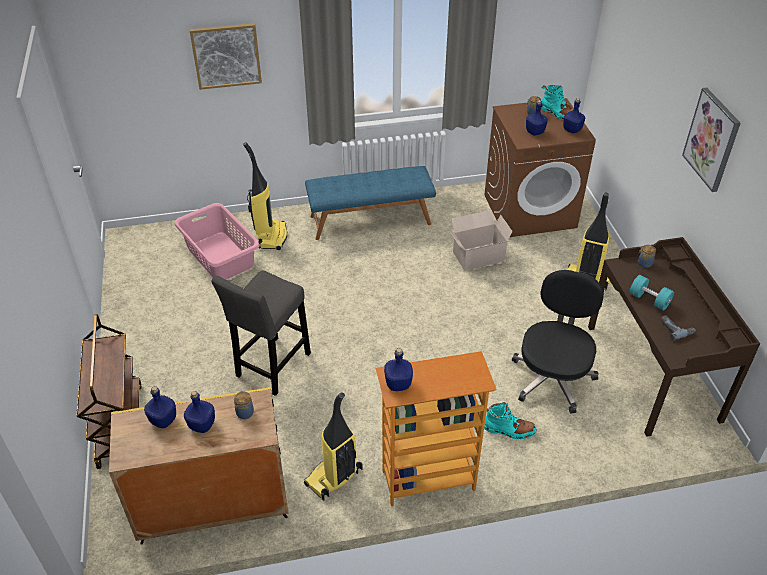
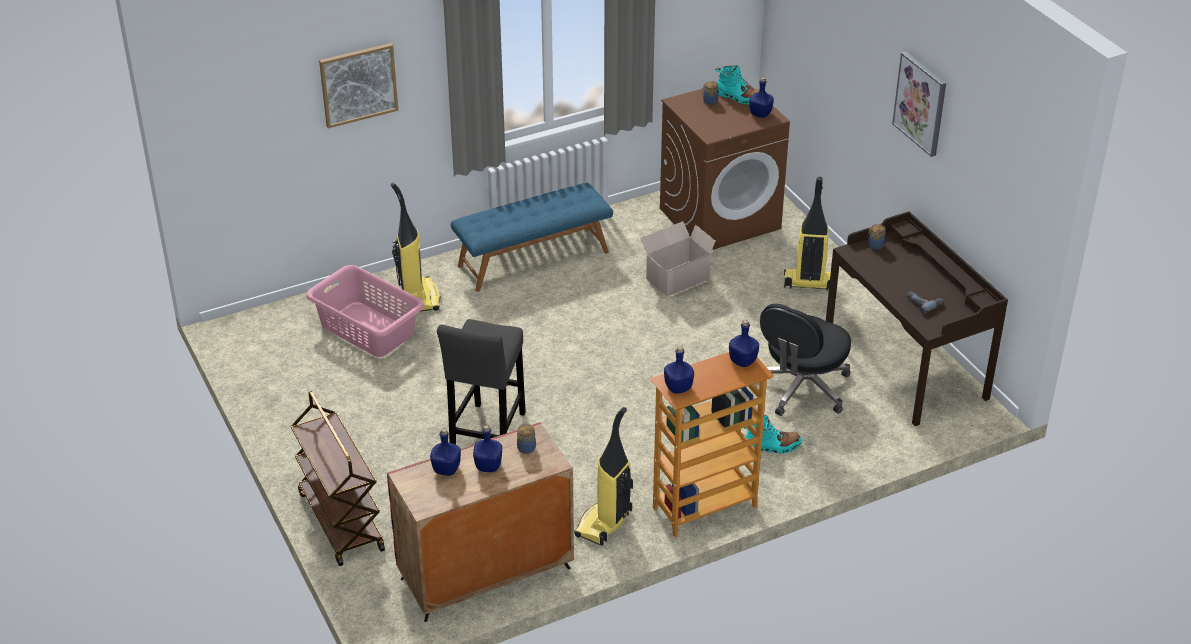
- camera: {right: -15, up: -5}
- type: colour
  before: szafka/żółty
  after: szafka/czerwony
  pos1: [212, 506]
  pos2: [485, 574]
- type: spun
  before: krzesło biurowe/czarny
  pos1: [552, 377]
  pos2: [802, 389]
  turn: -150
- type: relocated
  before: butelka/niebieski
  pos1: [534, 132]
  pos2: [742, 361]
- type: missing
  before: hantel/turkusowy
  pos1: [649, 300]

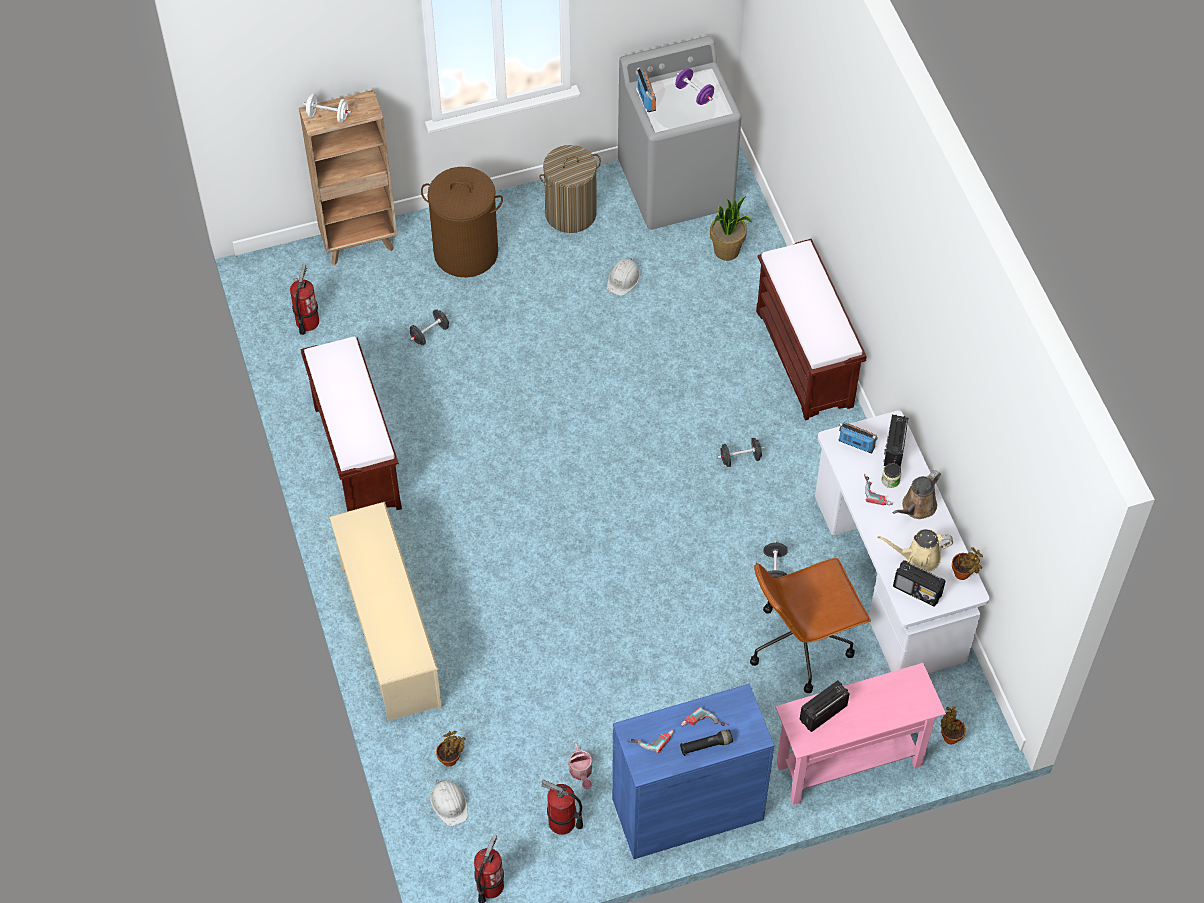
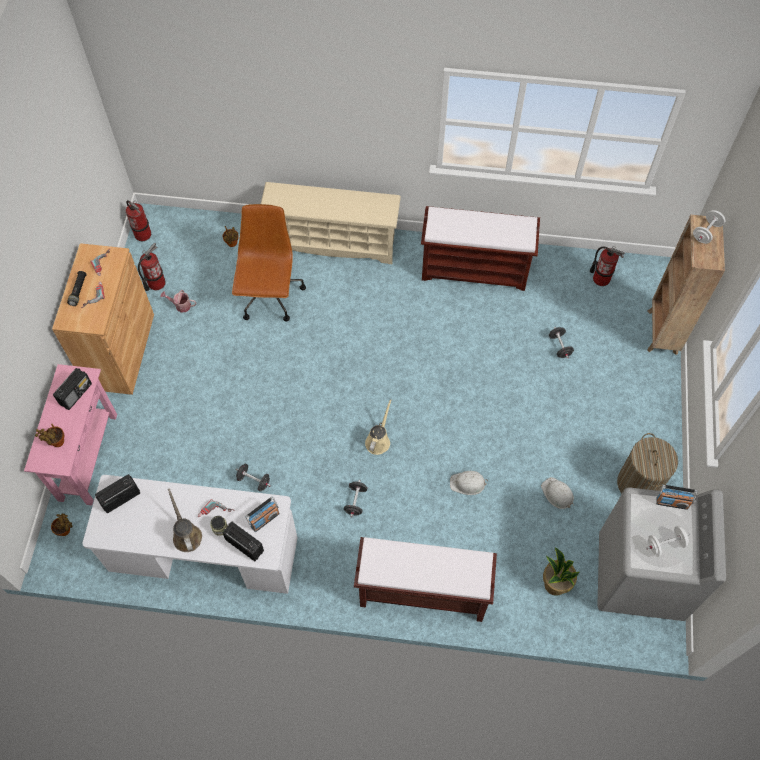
- camera: {right: 115, up: 5}
- type: missing
  before: kosz na pranie/brązowy
  pos1: [466, 252]
- type: relocated
  before: kask/biały
  pos1: [449, 803]
  pos2: [468, 483]
- type: colour
  before: szafka/niebieski
  after: szafka/brązowy
  pos1: [687, 809]
  pos2: [121, 351]
- type: colour
  before: hantel/fioletowy
  after: hantel/biały
  pos1: [694, 94]
  pos2: [665, 544]
- type: relocated
  before: krzesło biurowe/brązowy
  pos1: [801, 644]
  pos2: [269, 296]
- type: spun
  before: radio
  pos1: [822, 713]
  pos2: [76, 393]
  turn: 45
- type: relocated
  before: konewka/beżowy
  pos1: [918, 557]
  pos2: [378, 440]
- type: relocated
  before: roślina doniczkowa
  pos1: [963, 574]
  pos2: [56, 442]

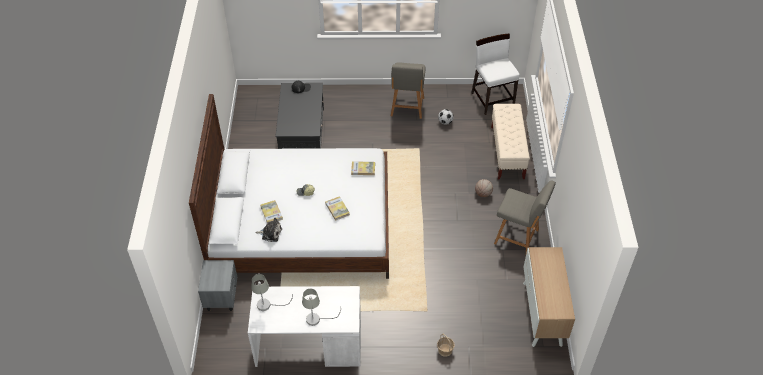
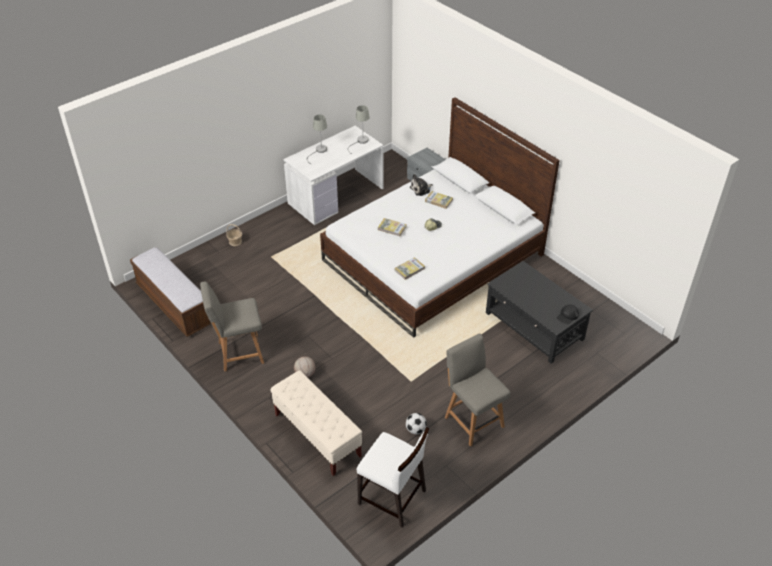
- camera: {right: 140, up: -5}
- type: exchanged
  before: szafka
  after: ławka
  pos1: [542, 314]
  pos2: [174, 305]

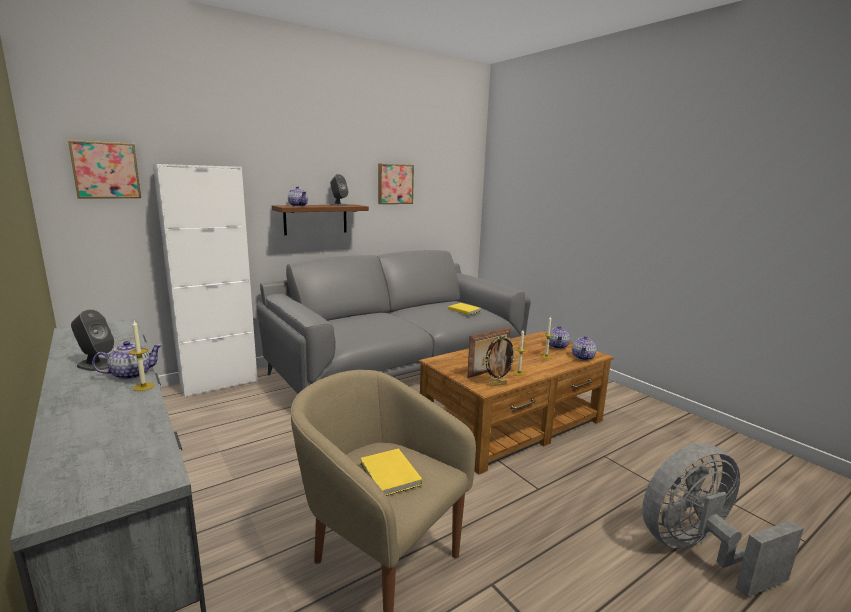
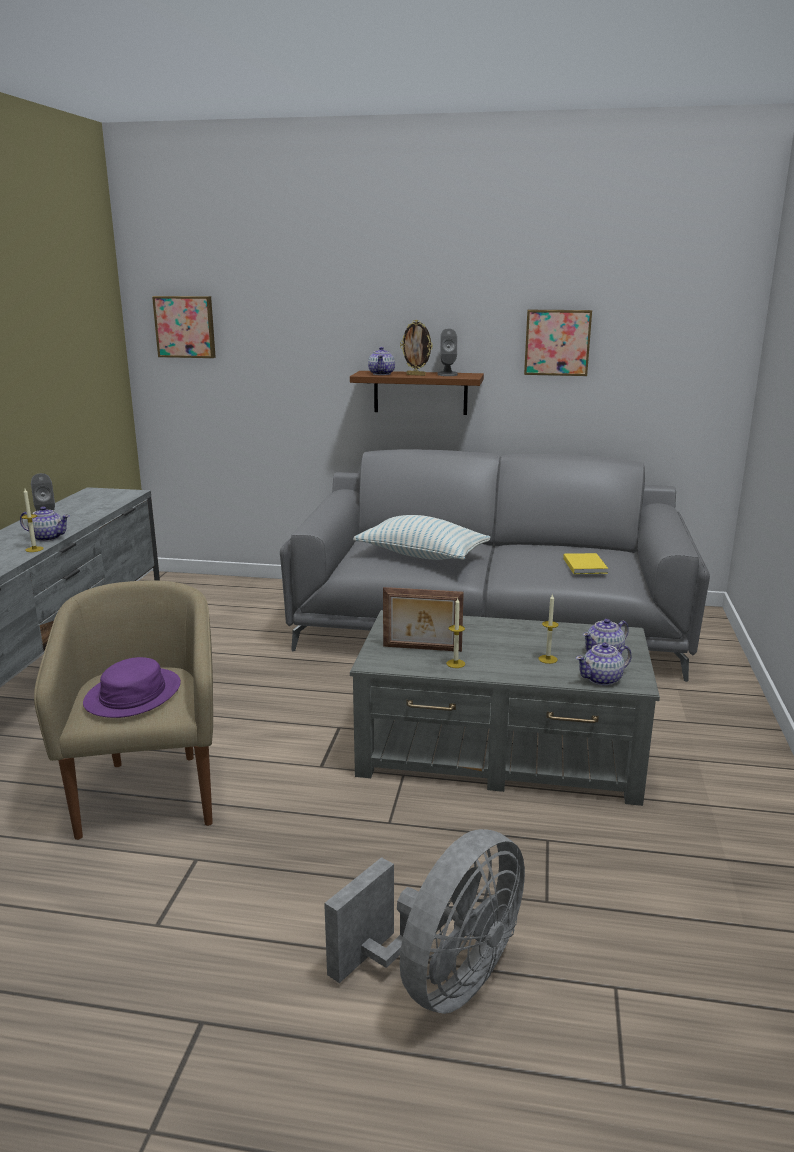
- camera: {right: 45, up: 5}
- type: missing
  before: szafka/biały
  pos1: [219, 383]
- type: exchanged
  before: książka/żółty
  after: kapelusz/fioletowy
  pos1: [389, 475]
  pos2: [133, 694]
- type: colour
  before: ława/brązowy
  after: ława/szary
  pos1: [514, 424]
  pos2: [500, 751]
- type: relocated
  before: ramka na zdjęcie
  pos1: [497, 384]
  pos2: [416, 375]
- type: spun
  before: wentylator/szary
  pos1: [697, 551]
  pos2: [440, 980]
  turn: 105
- type: appeared
  after: poduszka
  pos2: [422, 555]

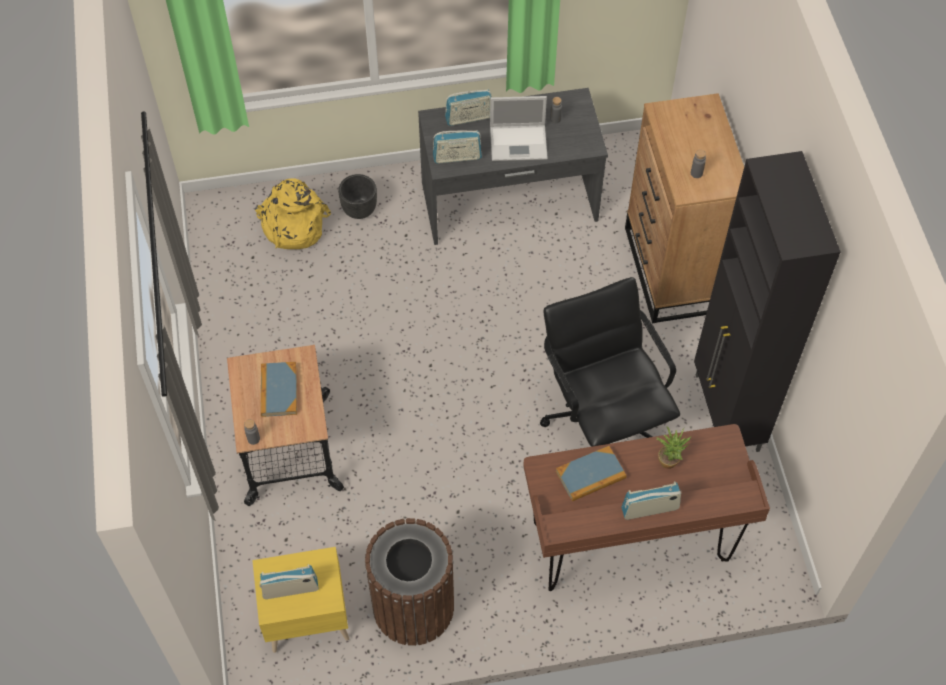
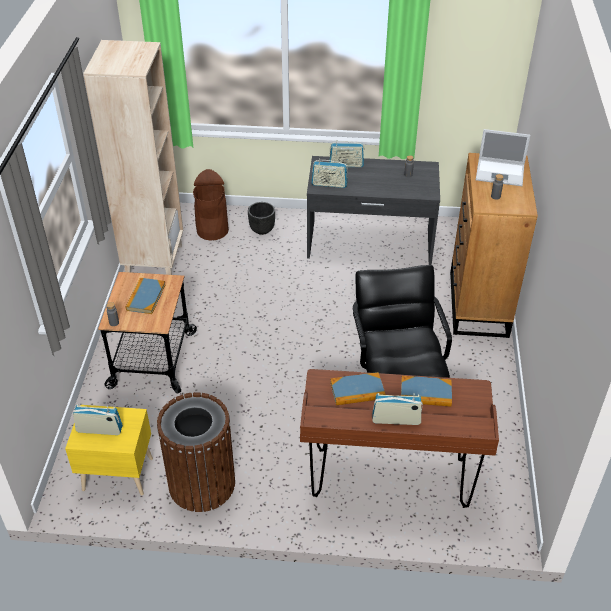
- camera: {right: 15, up: -15}
- type: exchanged
  before: plecak/żółty
  after: kosz na śmieci/brązowy
  pos1: [292, 225]
  pos2: [212, 230]
- type: relocated
  before: laptop
  pos1: [519, 142]
  pos2: [501, 173]
- type: exchanged
  before: roślina doniczkowa
  after: książka
  pos1: [669, 459]
  pos2: [425, 393]
- type: missing
  before: szafka/czarny
  pos1: [726, 414]
- type: appeared
  after: regał/beżowy
  pos2: [154, 261]

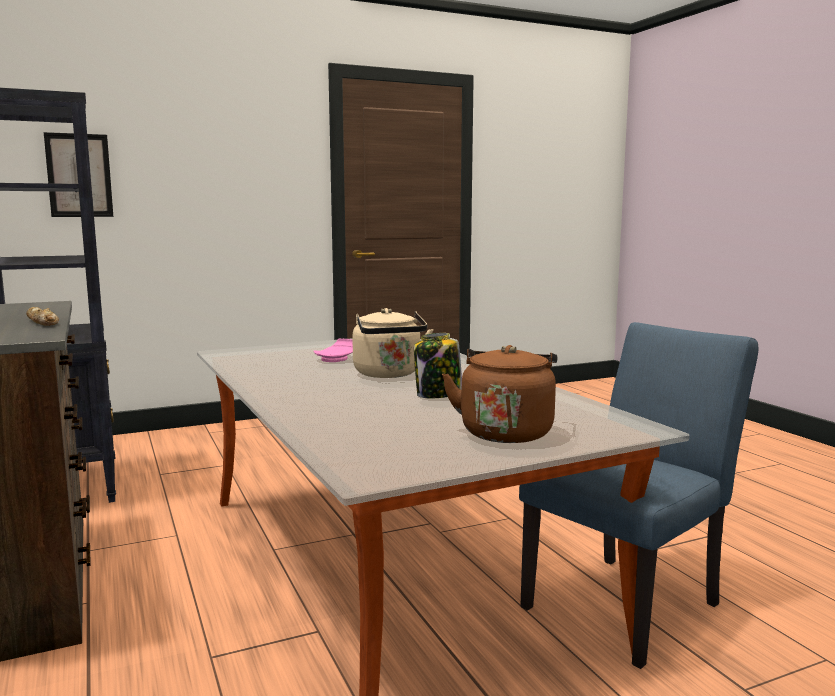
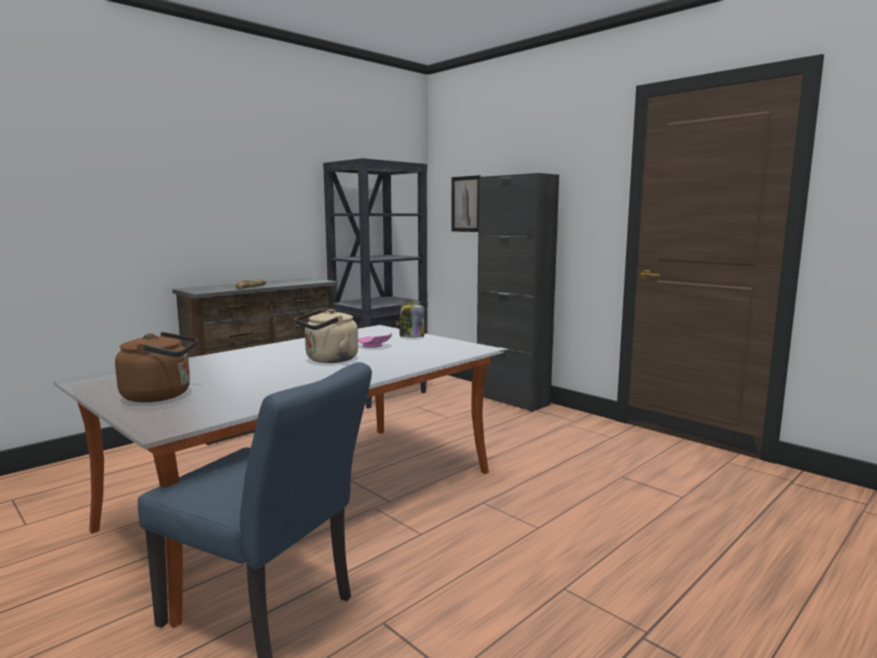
- camera: {right: 70, up: 0}
- type: relocated
  before: słoik
  pos1: [438, 395]
  pos2: [411, 336]
- type: appeared
  after: szafka/czarny
  pos2: [512, 400]

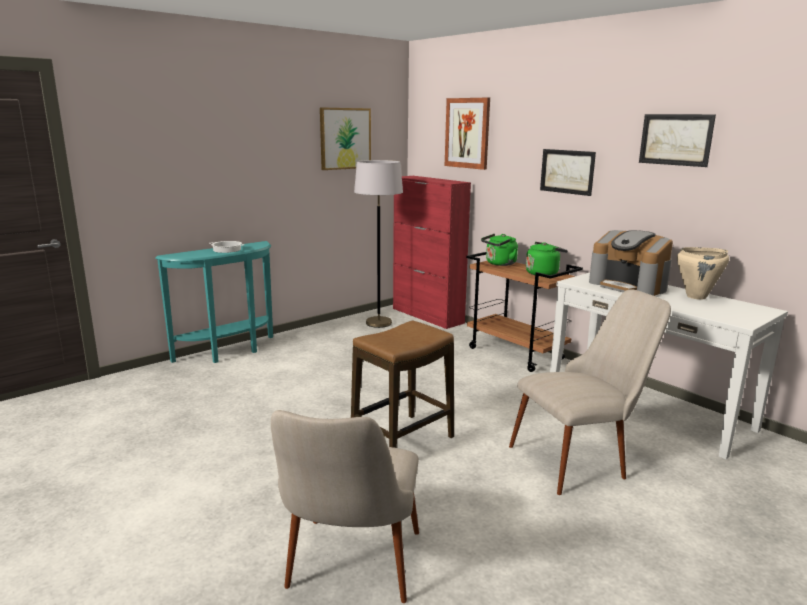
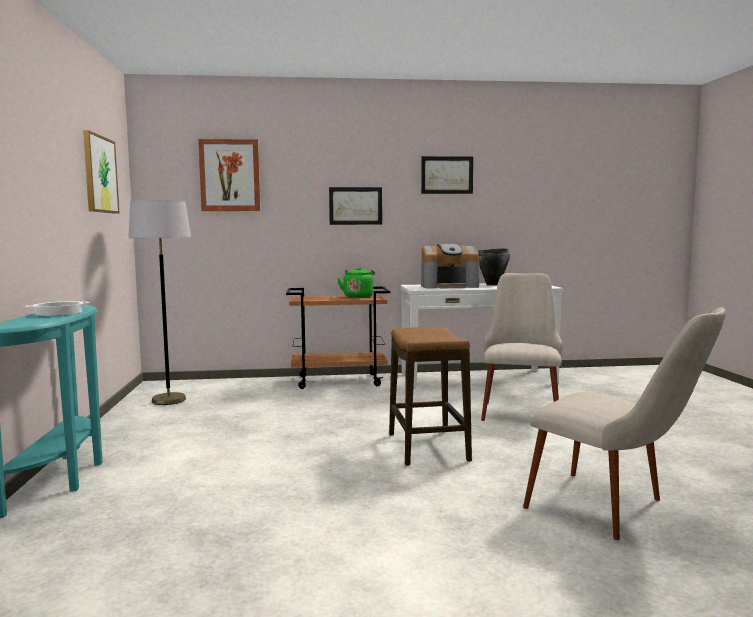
- camera: {right: -55, up: -10}
- type: missing
  before: szafka/czerwony
  pos1: [427, 316]
- type: missing
  before: czajnik/zielony
  pos1: [499, 264]
- type: colour
  before: garnek/beżowy
  after: garnek/czarny
  pos1: [696, 297]
  pos2: [493, 284]

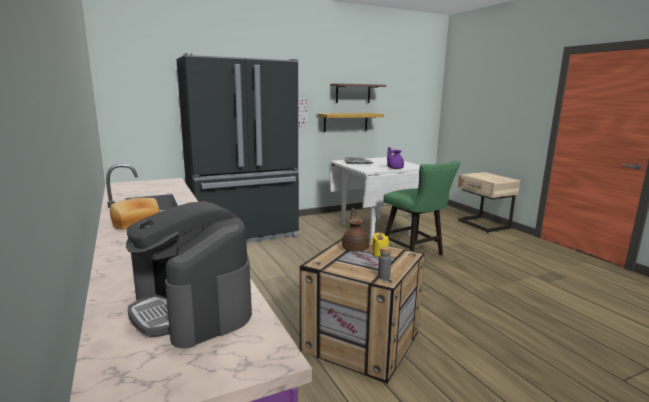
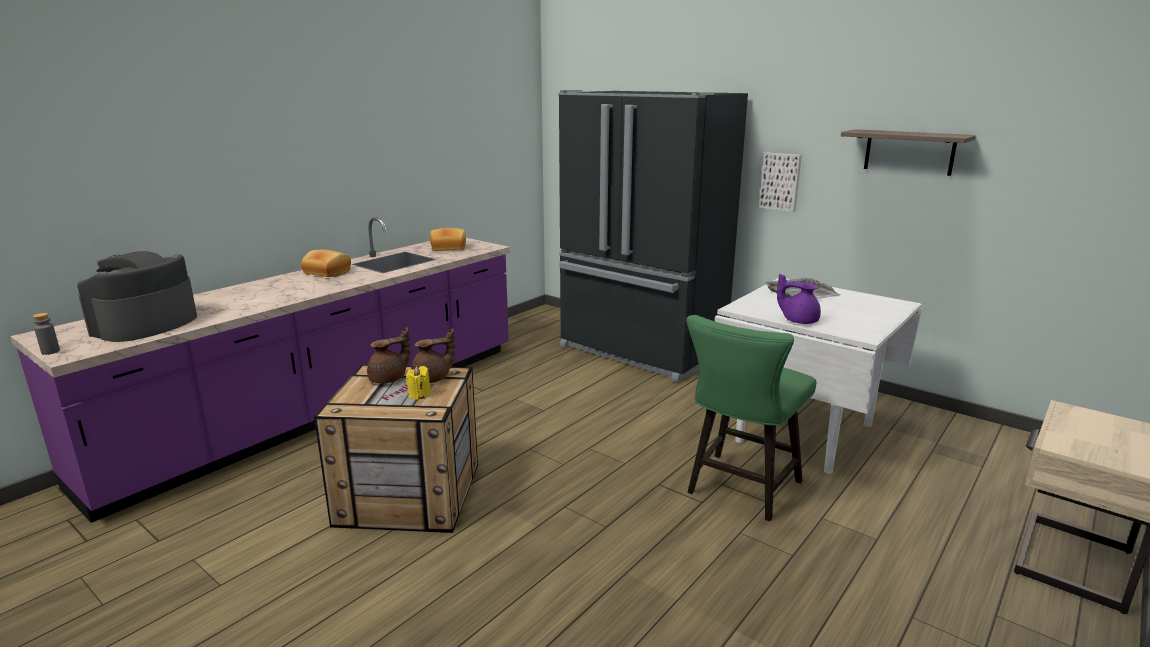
- camera: {right: 65, up: 5}
- type: missing
  before: półka
  pos1: [345, 122]
- type: relocated
  before: butelka/szary
  pos1: [383, 277]
  pos2: [50, 351]
- type: appeared
  after: imbryk/brązowy
  pos2: [389, 379]
- type: appeared
  after: chleb
  pos2: [448, 247]

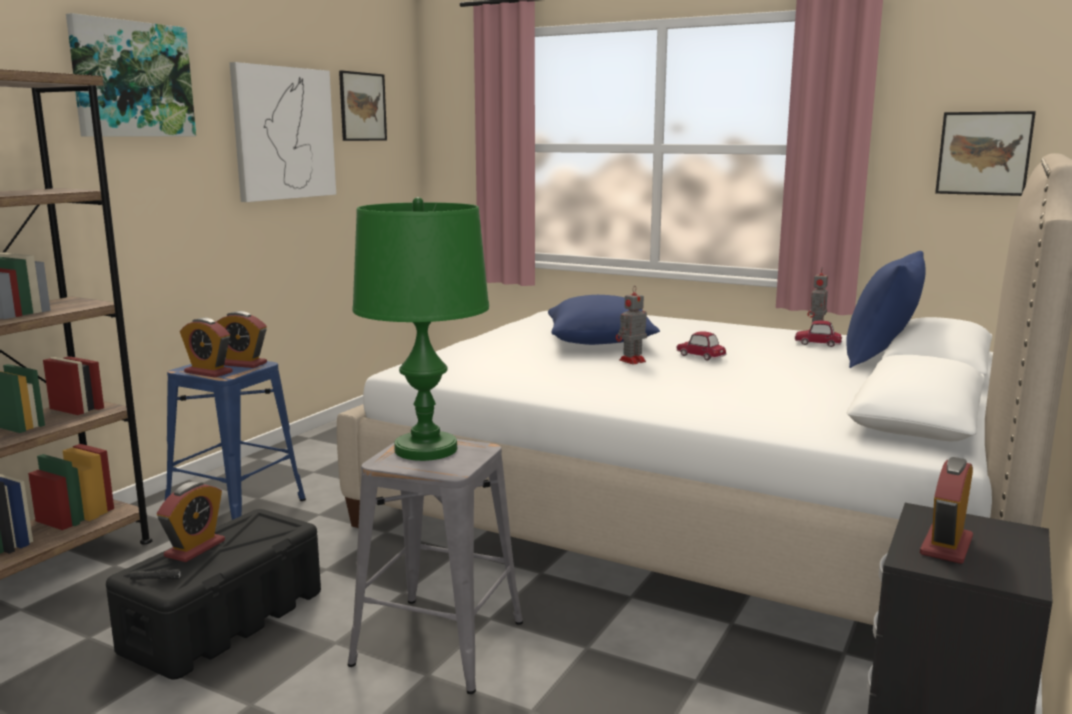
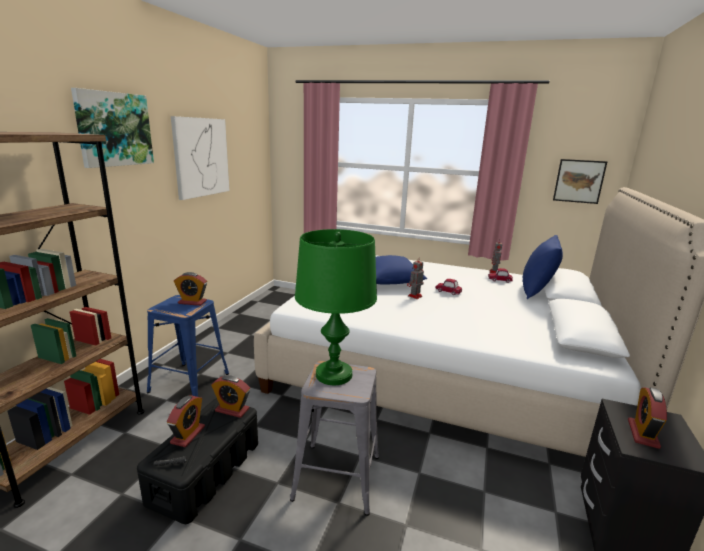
- camera: {right: -10, up: 5}
- type: relocated
  before: budzik
  pos1: [208, 372]
  pos2: [232, 410]
- type: missing
  before: obraz
  pos1: [362, 106]

